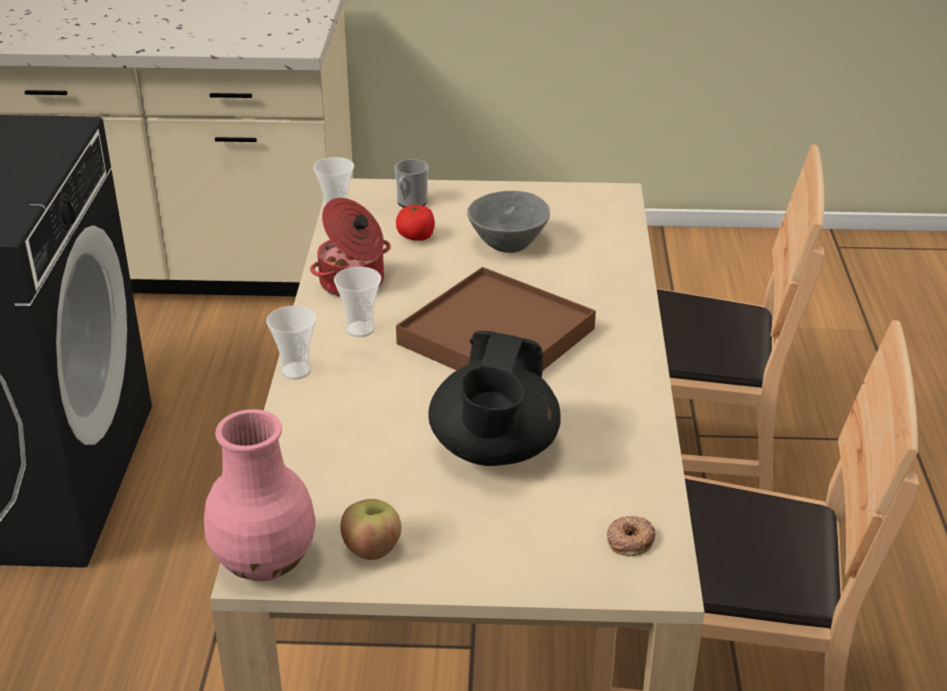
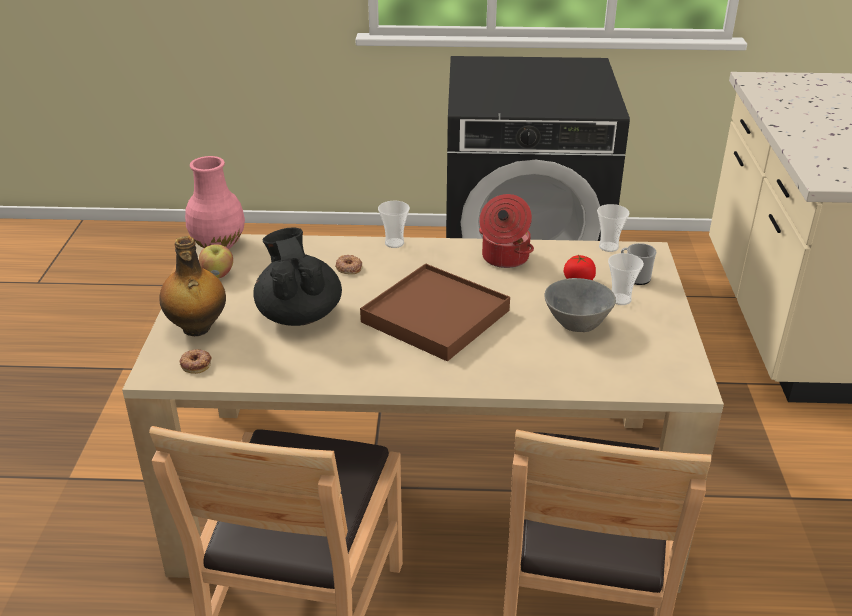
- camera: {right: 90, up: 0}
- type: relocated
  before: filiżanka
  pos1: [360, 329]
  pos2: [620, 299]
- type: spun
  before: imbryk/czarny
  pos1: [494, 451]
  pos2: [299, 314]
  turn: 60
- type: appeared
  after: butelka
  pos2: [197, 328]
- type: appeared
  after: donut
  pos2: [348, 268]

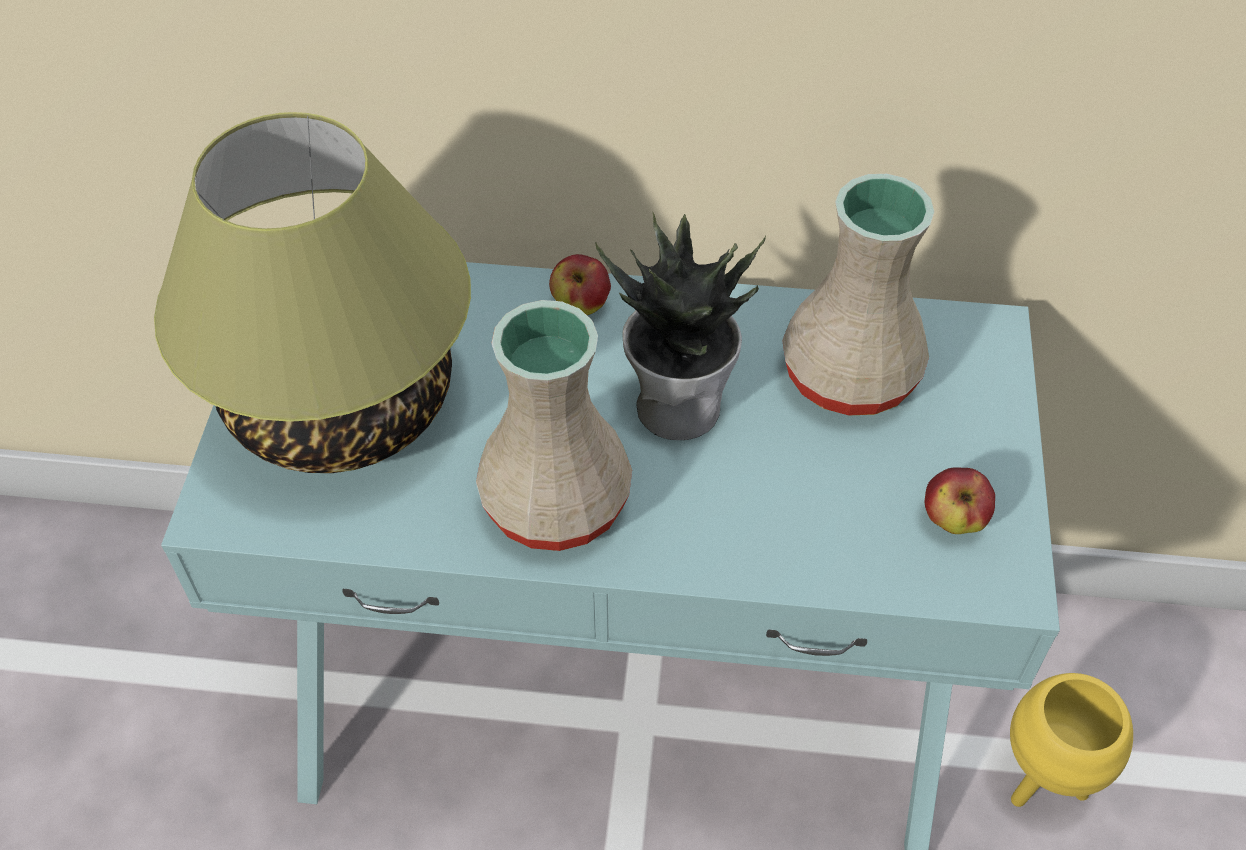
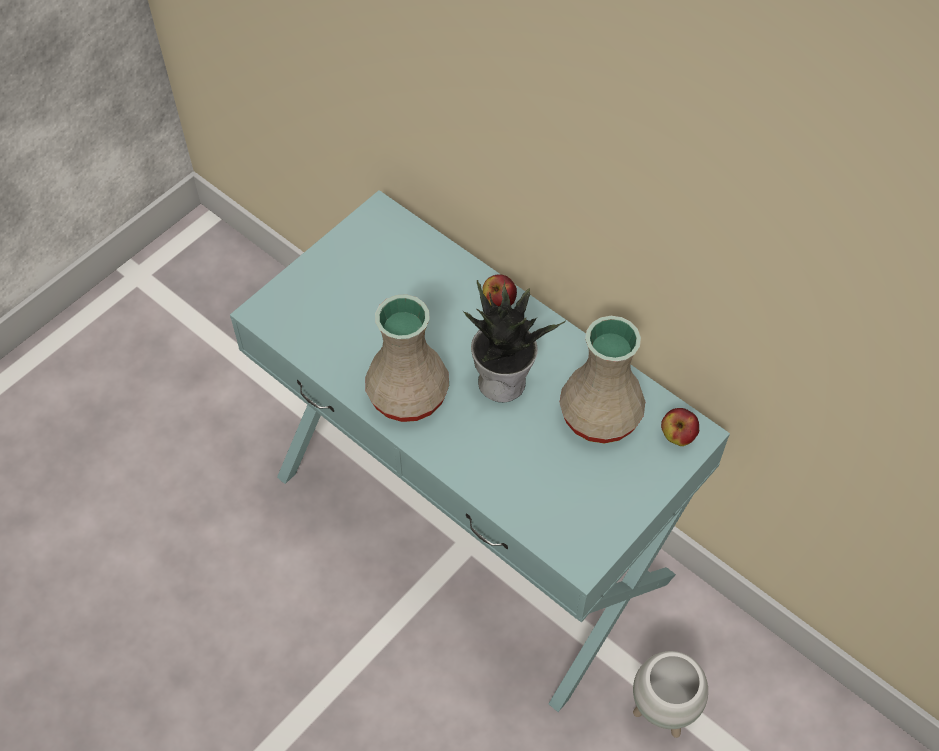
- camera: {right: 35, up: 5}
- type: missing
  before: lampa stołowa
  pos1: [344, 403]
- type: relocated
  before: jabłko
  pos1: [952, 520]
  pos2: [677, 436]
- type: colour
  before: donica/żółty
  after: donica/biały
  pos1: [1042, 780]
  pos2: [661, 712]

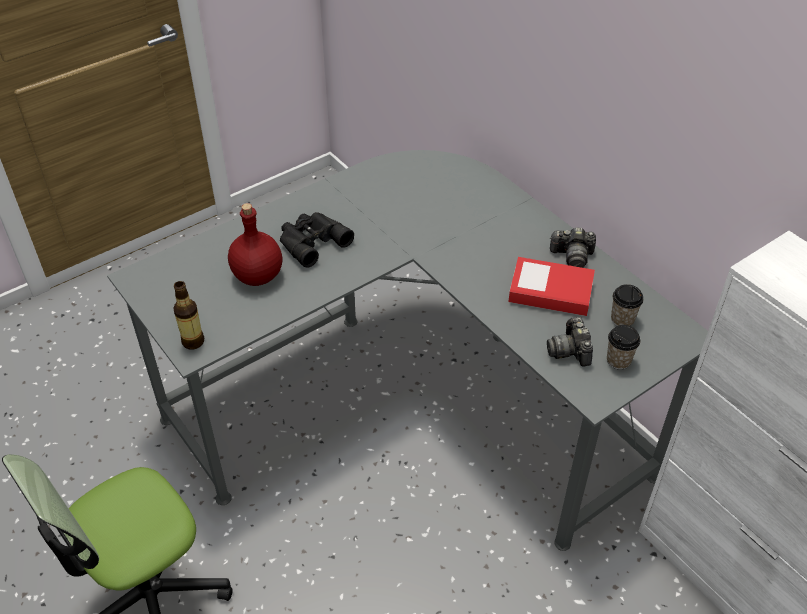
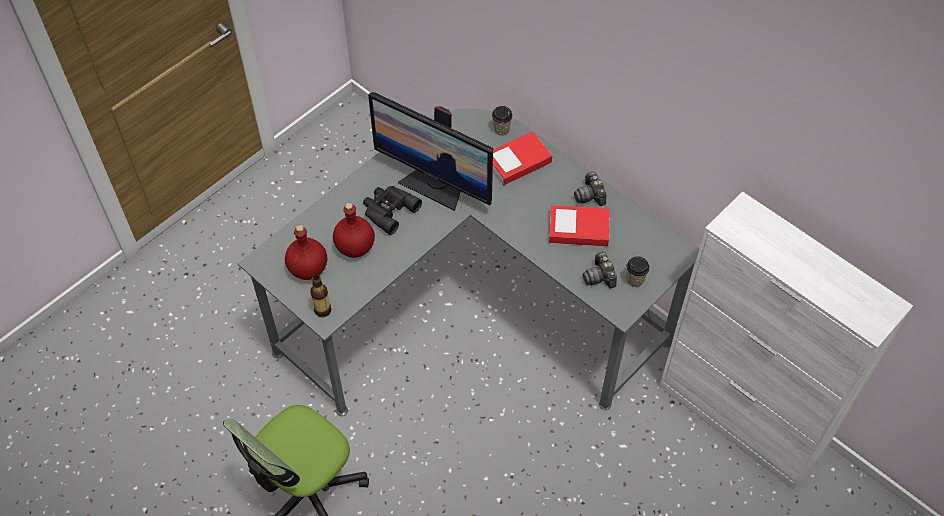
- camera: {right: -10, up: 10}
- type: spun
  before: aparat fotograficzny
  pos1: [572, 256]
  pos2: [590, 195]
  turn: 75
- type: relocated
  before: filiżanka
  pos1: [622, 319]
  pos2: [501, 129]
- type: appeared
  after: butelka/czerwony
  pos2: [309, 269]
- type: appeared
  after: monitor
  pos2: [435, 185]
- type: appeared
  after: książka
  pos2: [518, 162]

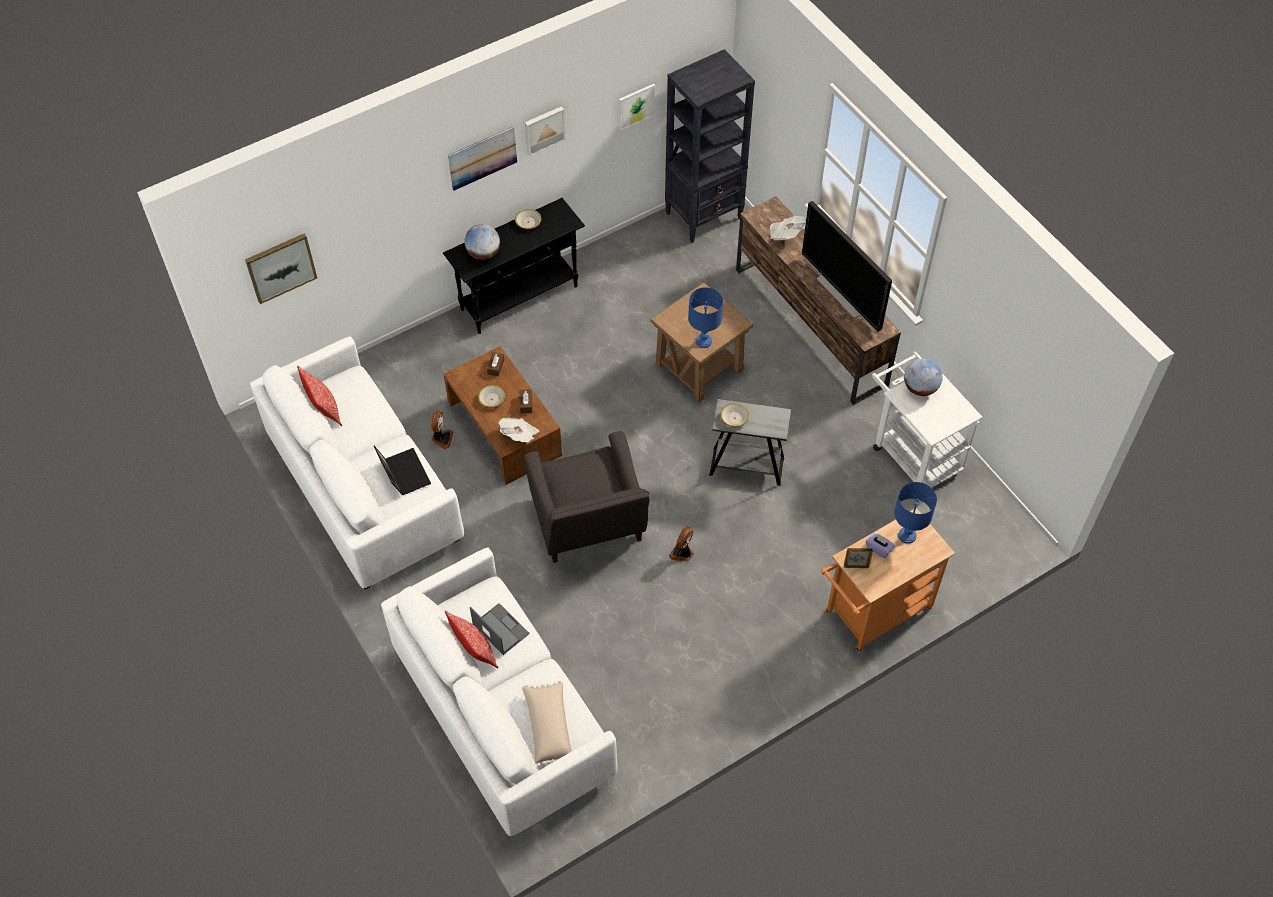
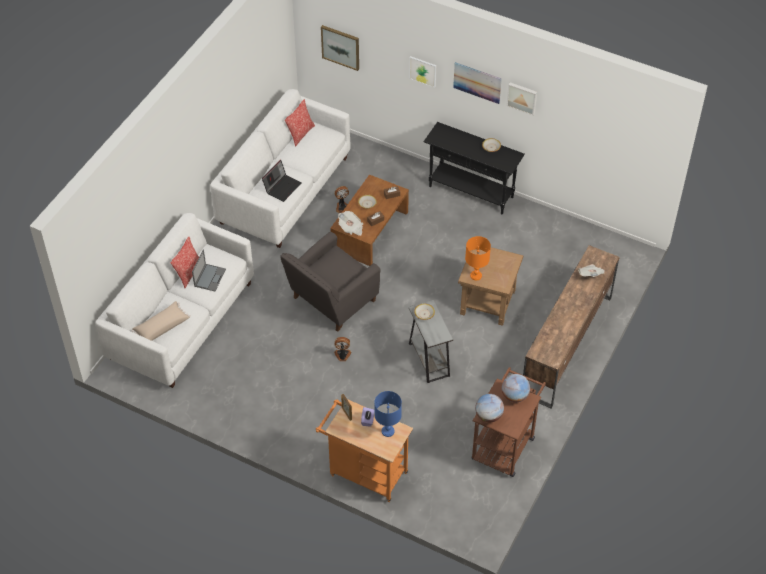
- camera: {right: 60, up: -5}
- type: relocated
  before: globus
  pos1: [483, 253]
  pos2: [488, 416]
- type: relocated
  before: obraz
  pos1: [636, 106]
  pos2: [423, 71]
- type: missing
  before: regał/czarny
  pos1: [704, 215]
- type: colour
  before: lampa stołowa/niebieski
  after: lampa stołowa/pomarańczowy
  pos1: [703, 341]
  pos2: [475, 275]
- type: missing
  before: telewizor
  pos1: [843, 294]
- type: colour
  before: wózek/biały
  after: wózek/brązowy
  pos1: [912, 453]
  pos2: [505, 444]

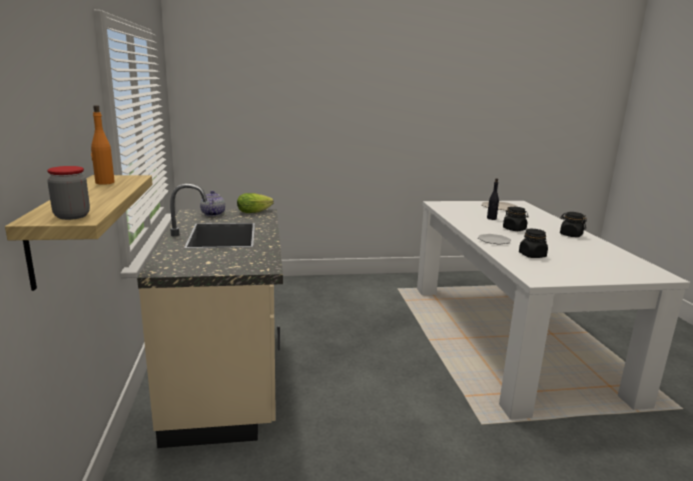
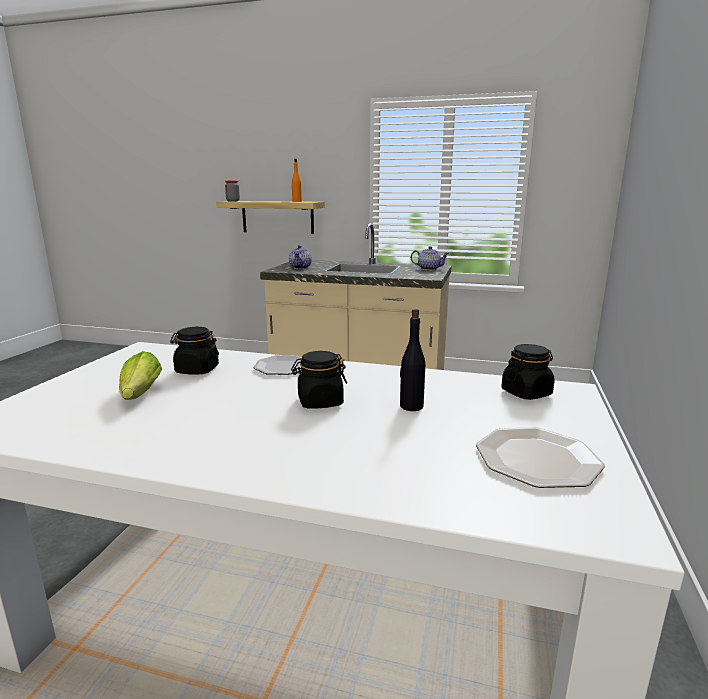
- camera: {right: 115, up: 0}
- type: relocated
  before: sałata
  pos1: [256, 211]
  pos2: [139, 396]
- type: relocated
  before: słoik/czarny
  pos1: [570, 235]
  pos2: [526, 393]
- type: appeared
  after: imbryk
  pos2: [300, 267]

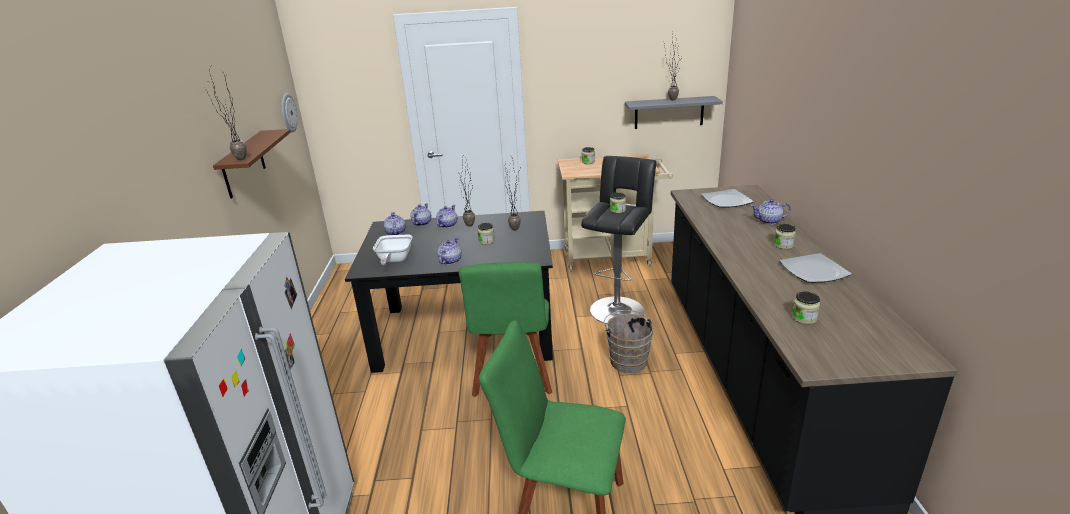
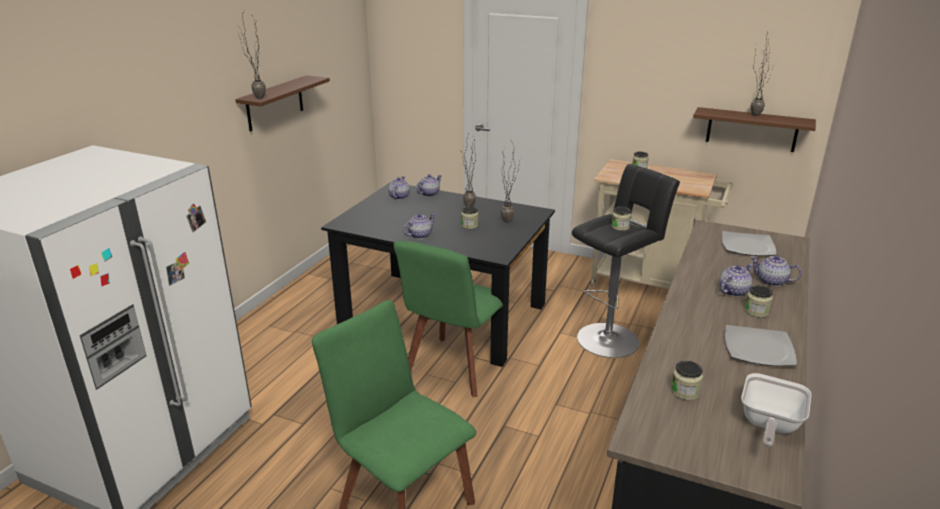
- camera: {right: 25, up: 0}
- type: missing
  before: zegar ścienny
  pos1: [288, 112]
- type: relocated
  before: patelnia
  pos1: [394, 260]
  pos2: [768, 425]
- type: relocated
  before: imbryk
  pos1: [447, 225]
  pos2: [733, 291]
- type: missing
  before: wiadro/brązowy
  pos1: [627, 359]
- type: colour
  before: półka/szary
  after: półka/brązowy
  pos1: [669, 112]
  pos2: [752, 129]

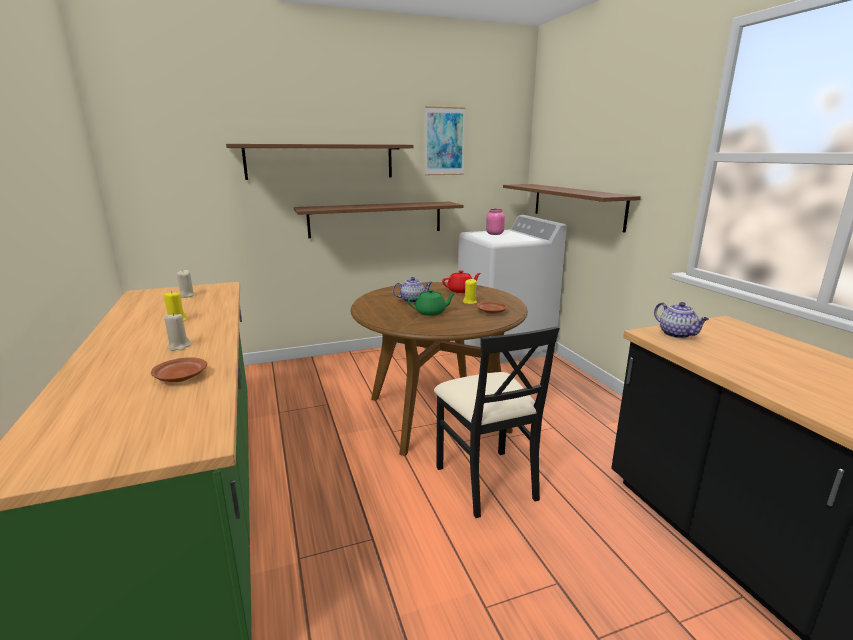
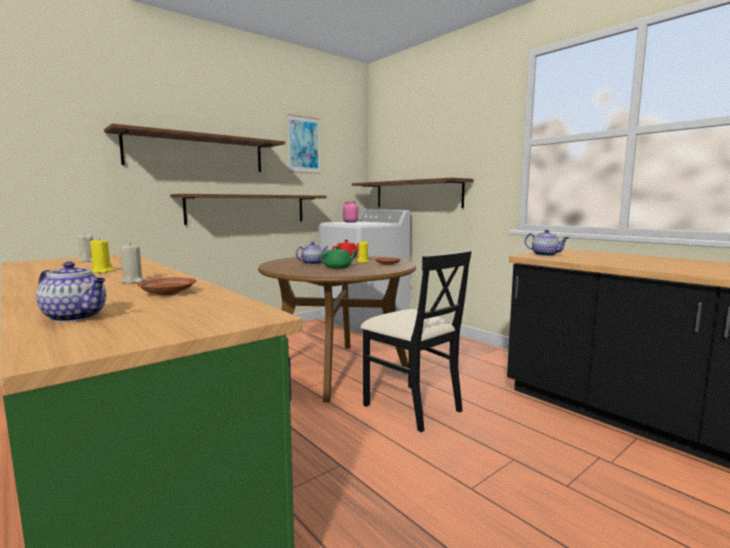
- camera: {right: -20, up: -10}
- type: appeared
  after: imbryk
  pos2: [76, 317]

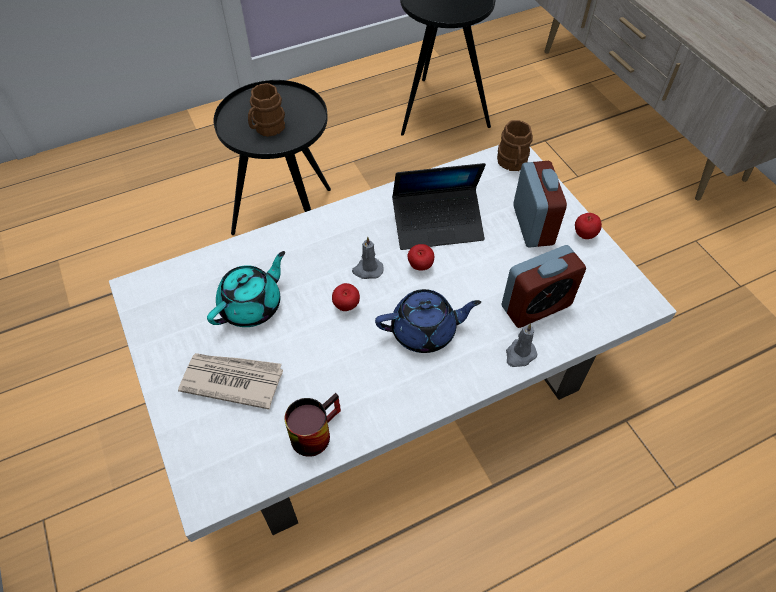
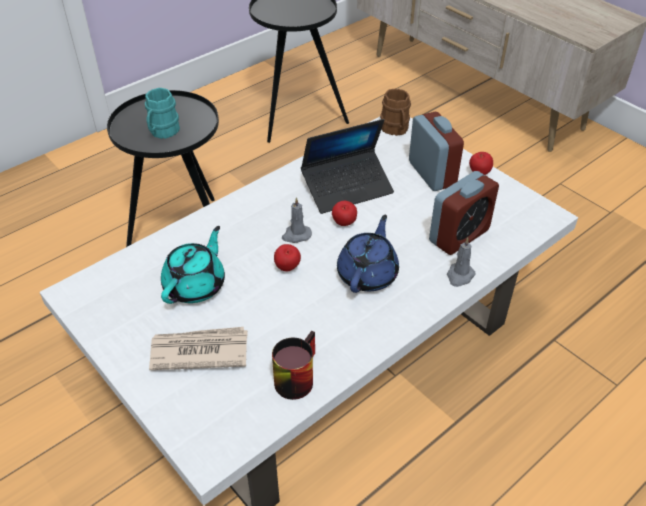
- camera: {right: -15, up: -10}
- type: colour
  before: kubek/brązowy
  after: kubek/turkusowy
  pos1: [267, 128]
  pos2: [162, 132]
- type: spun
  before: imbryk/niebieski
  pos1: [425, 331]
  pos2: [368, 274]
  turn: -45

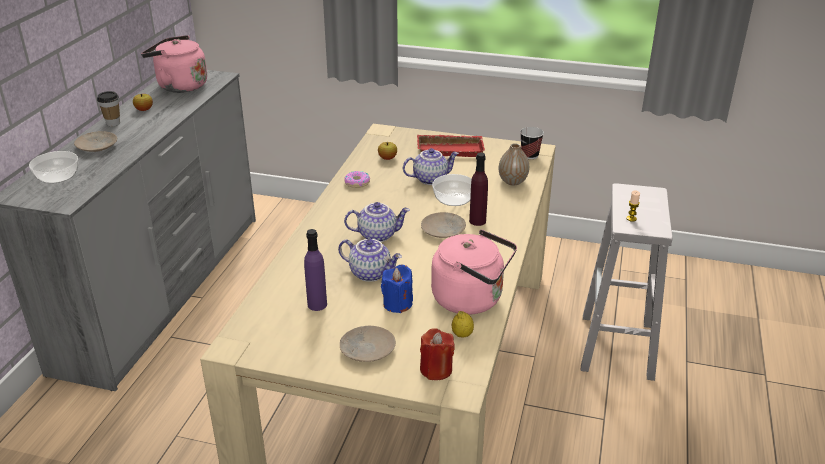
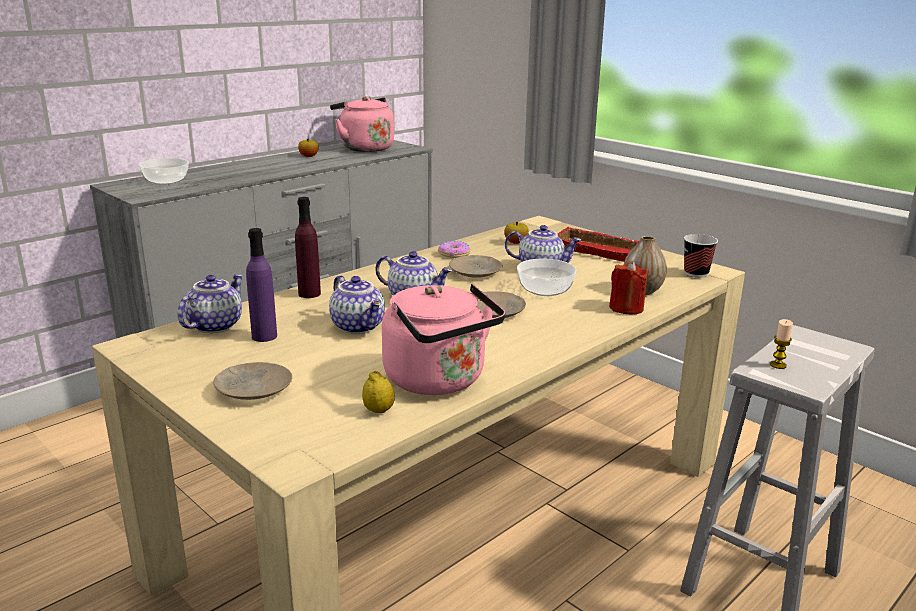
- camera: {right: 30, up: -10}
- type: relocated
  before: talerz/beżowy
  pos1: [97, 146]
  pos2: [476, 272]
- type: missing
  before: filiżanka
  pos1: [113, 123]
- type: missing
  before: świeca/niebieski
  pos1: [397, 304]
- type: relocated
  before: świeca/czerwony
  pos1: [436, 369]
  pos2: [626, 308]
- type: relocated
  before: butelka/fioletowy
  pos1: [477, 221]
  pos2: [309, 294]
- type: appeared
  after: imbryk
  pos2: [214, 325]

